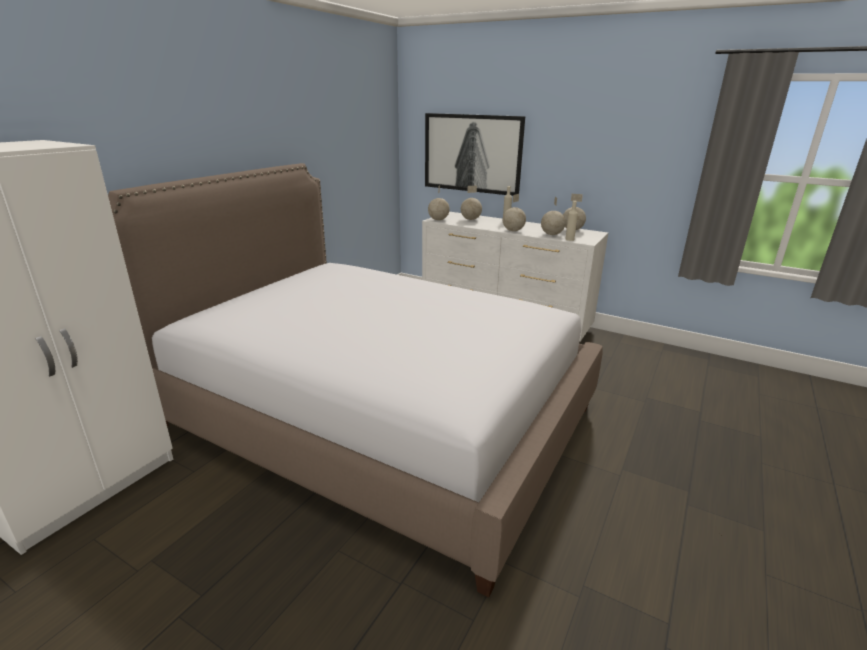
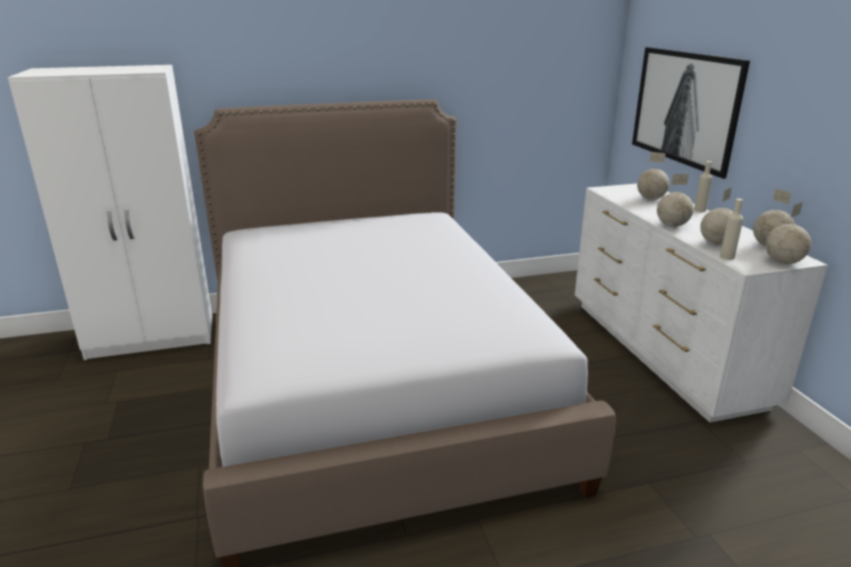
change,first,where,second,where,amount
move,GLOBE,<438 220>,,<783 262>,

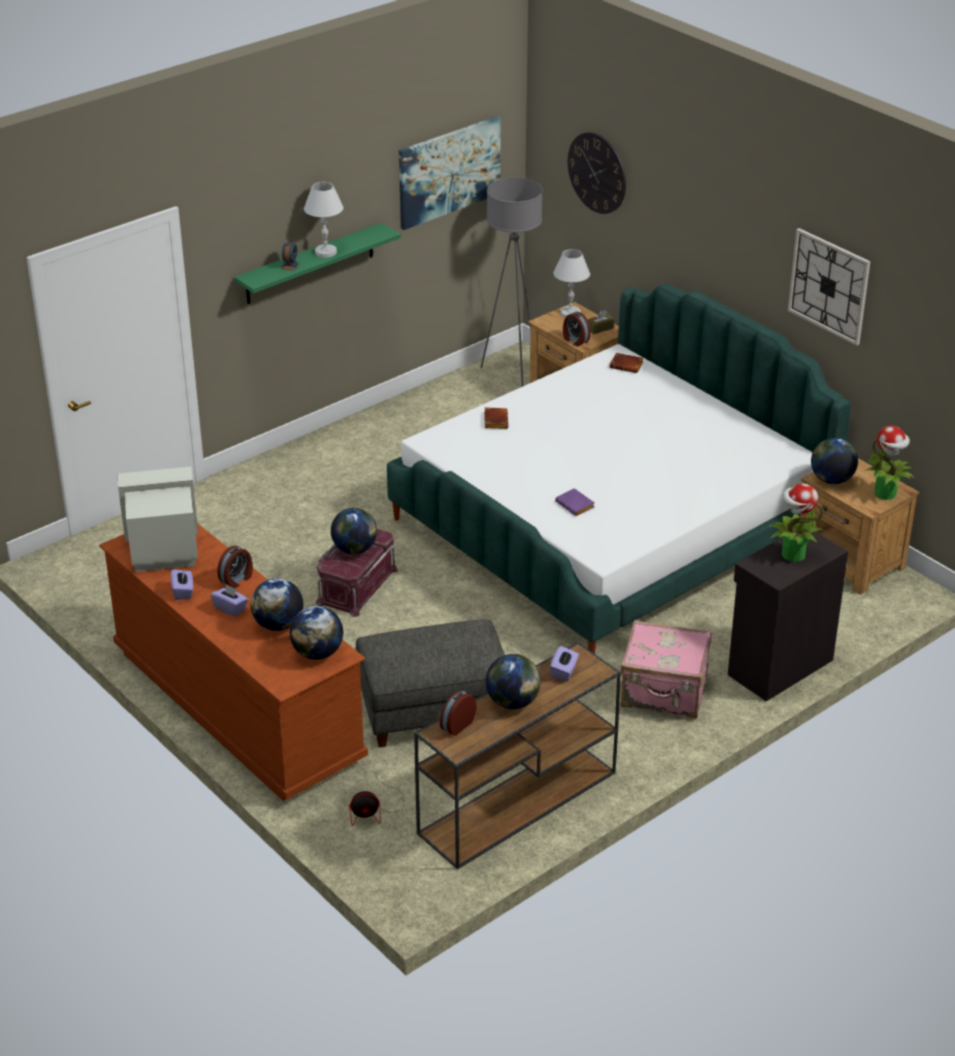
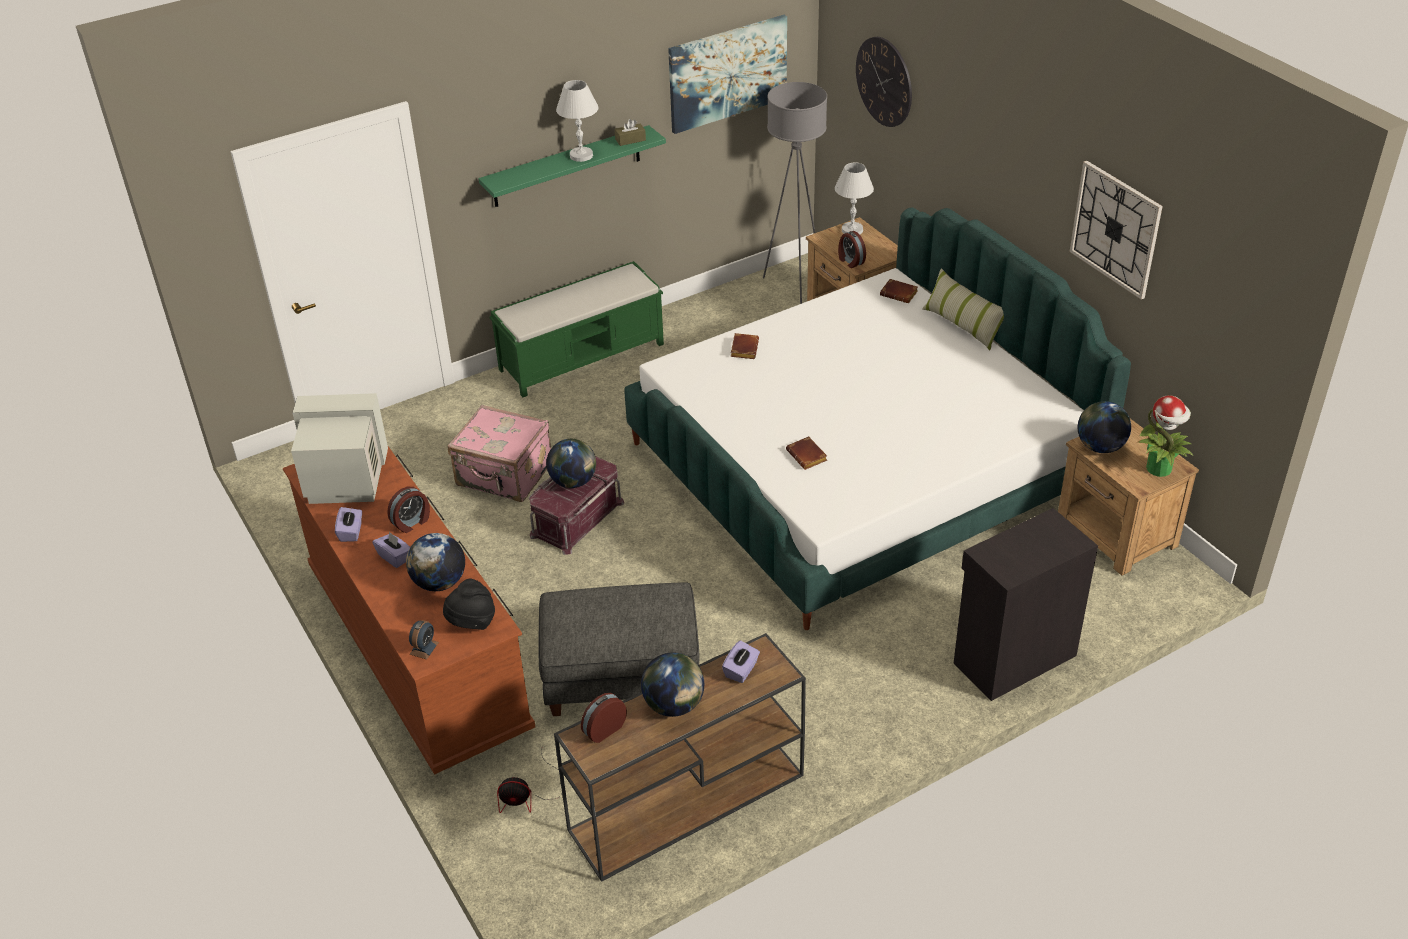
change,first,where,second,where,amount
move,ALARM CLOCK,<290 265>,,<424 648>,
replace,GLOBE,<318 653>,BLACK HAT,<472 622>,
recolor,PURPLE BOOK,<576 505>,BROWN BOOK,<808 456>,
move,BROWN TISSUE BOX,<600 328>,,<630 140>,
move,PINK SUITCASE,<664 693>,,<504 476>,
delete,POTTED PLANT,<792 554>,,,
insert,,,GREEN BENCH,<583 356>,
insert,,,PILLOW,<962 325>,

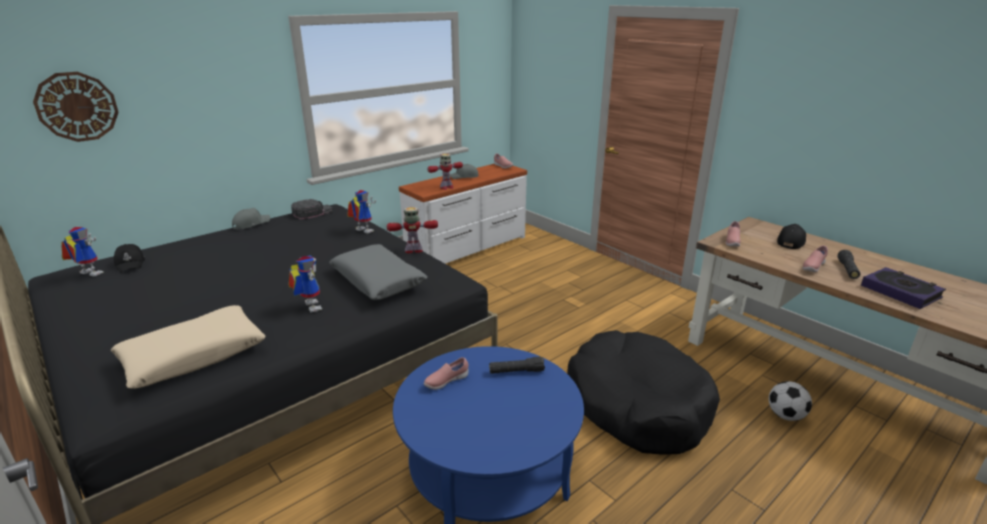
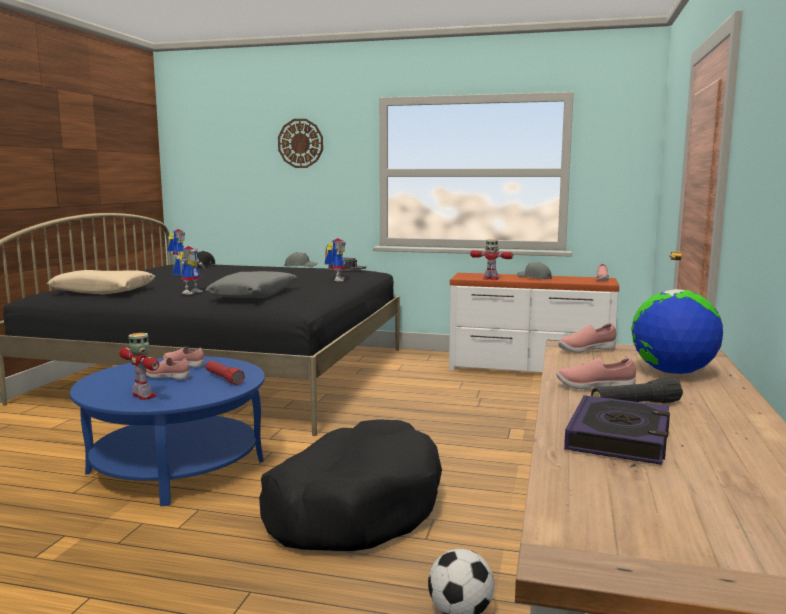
change,first,where,second,where,amount
move,WALL CLOCK,<77 107>,,<300 143>,
move,TOY ROBOT,<414 250>,,<143 396>,
recolor,BLACK FLASHLIGHT,<516 371>,RED FLASHLIGHT,<224 379>,
replace,BLACK CAP,<790 242>,GLOBE,<672 372>,
insert,,,PINK SHOE,<167 377>,

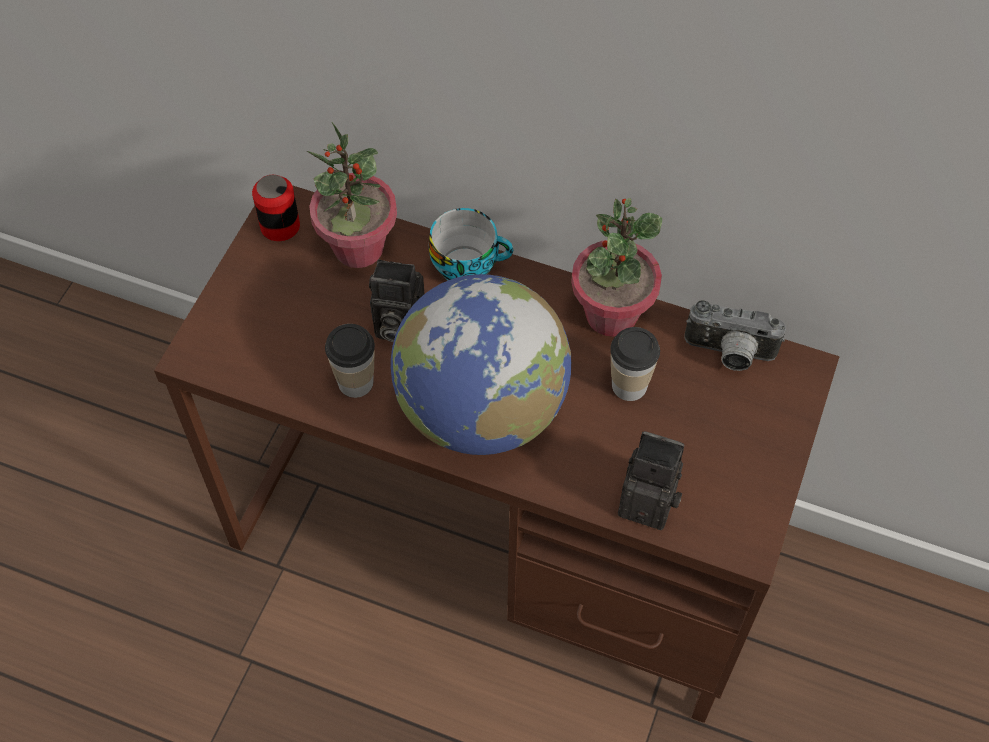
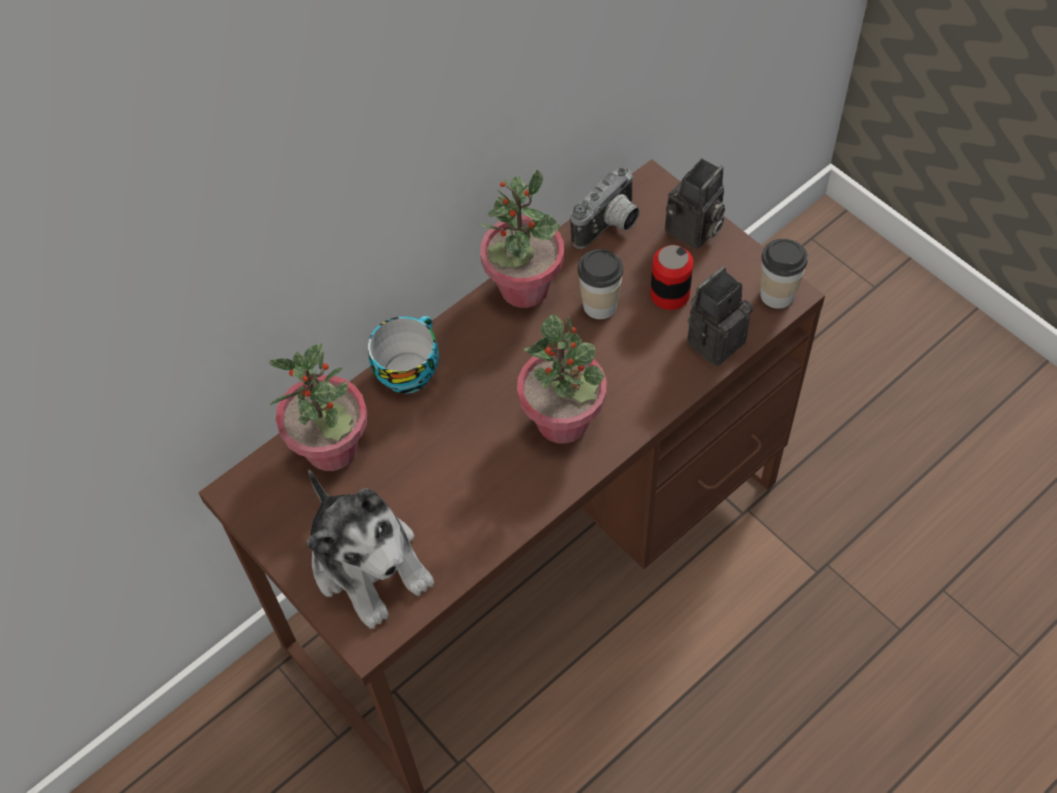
change,first,where,second,where,amount
move,CAN,<280 226>,,<670 295>,
move,CUP,<355 382>,,<777 295>,
move,PHOTO CAMERA,<396 326>,,<693 231>,
replace,GLOBE,<481 410>,POTTED PLANT,<563 421>,
insert,,,PLUSH TOY,<369 563>,

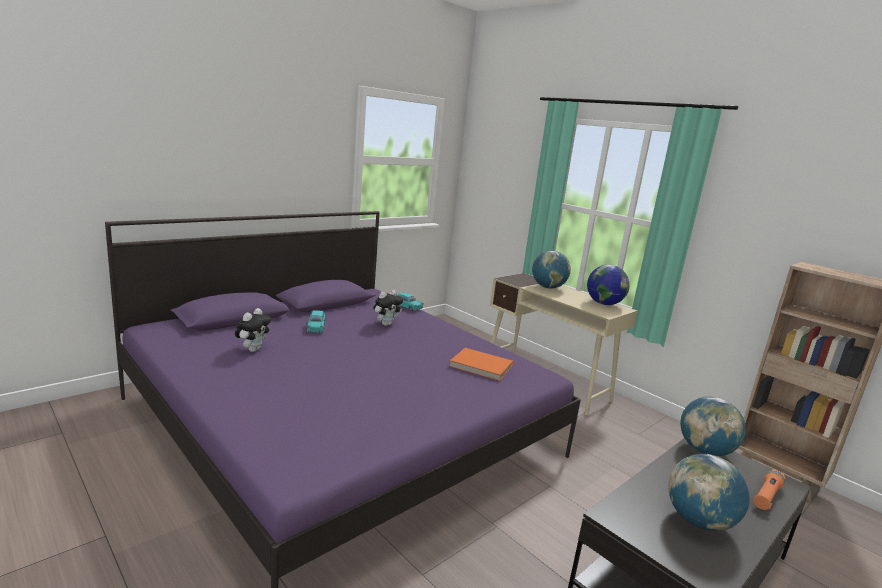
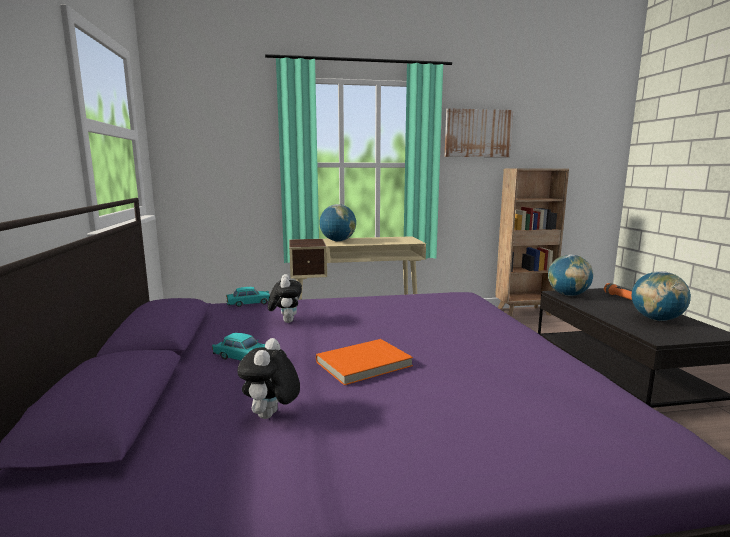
change,first,where,second,where,amount
rotate,PLUSH TOY,<253 349>,,<271 416>,135 degrees counterclockwise
move,ORANGE BOOK,<480 366>,,<364 364>,
delete,GLOBE,<604 304>,,,
insert,,,PICTURE,<478 133>,

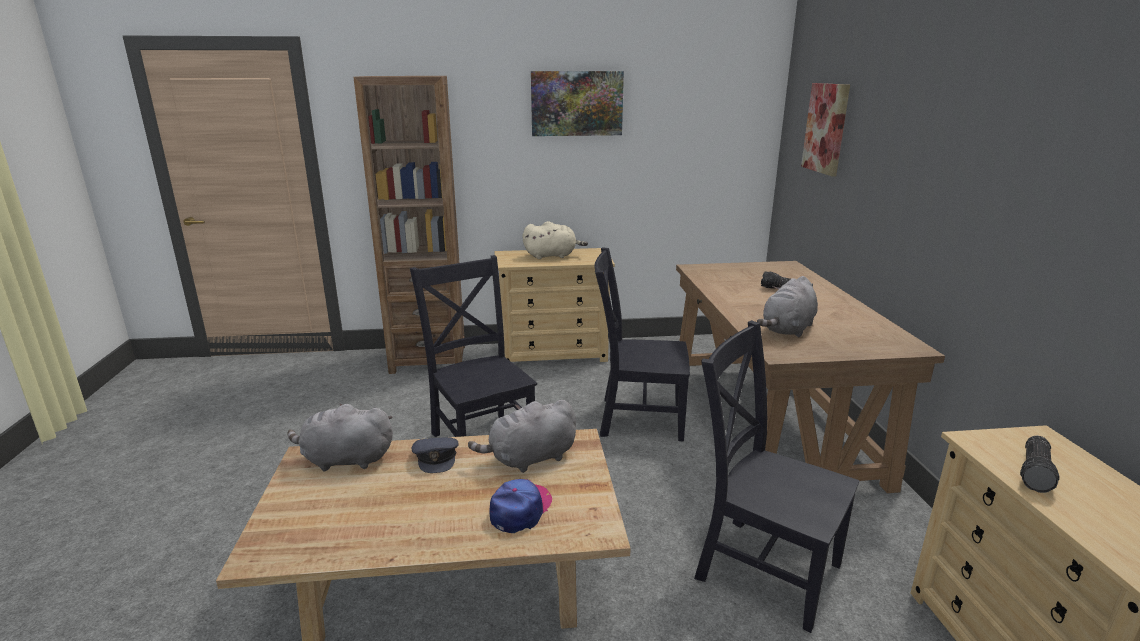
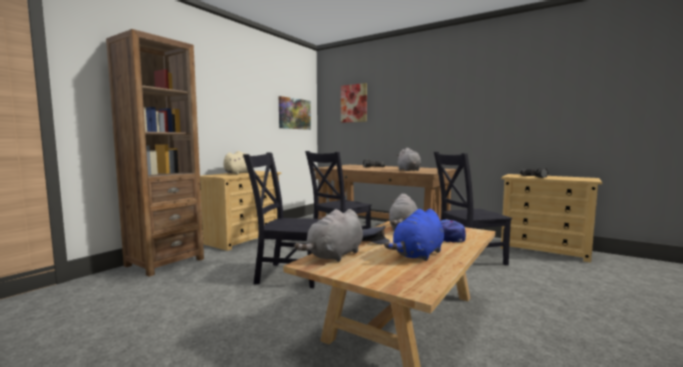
change,first,where,second,where,amount
move,PICTURE,<576 103>,,<294 113>,
insert,,,BLUE PLUSH TOY,<418 255>,

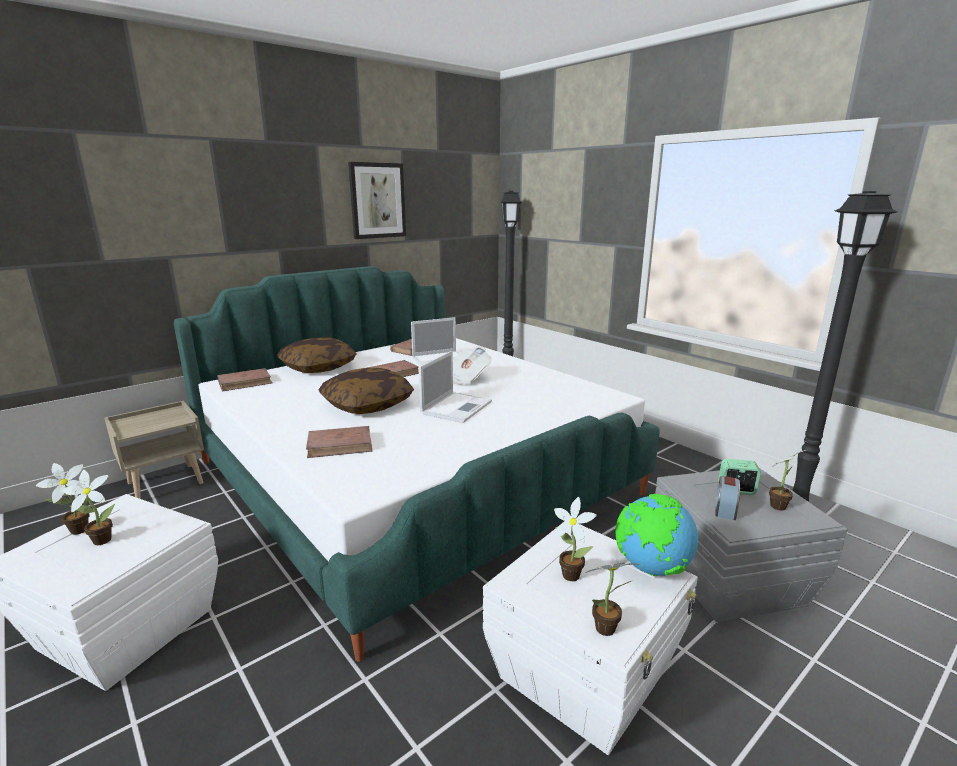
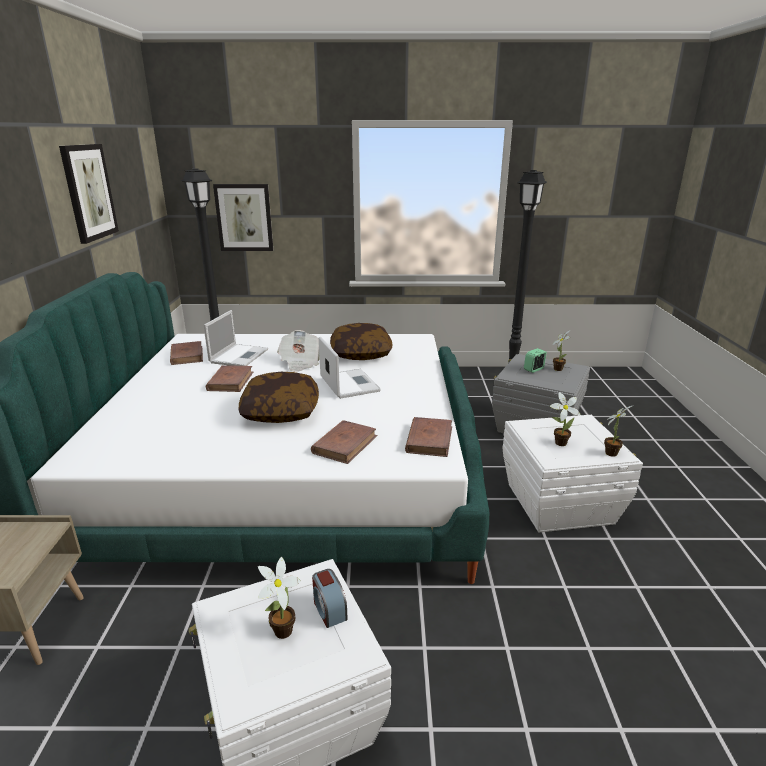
change,first,where,second,where,amount
delete,POTTED PLANT,<76 530>,,,
move,BROWN BOOK,<245 382>,,<429 439>,
move,PILLOW,<318 367>,,<361 353>,
delete,GLOBE,<651 568>,,,
move,ALARM CLOCK,<725 509>,,<329 609>,
insert,,,PICTURE,<244 217>,

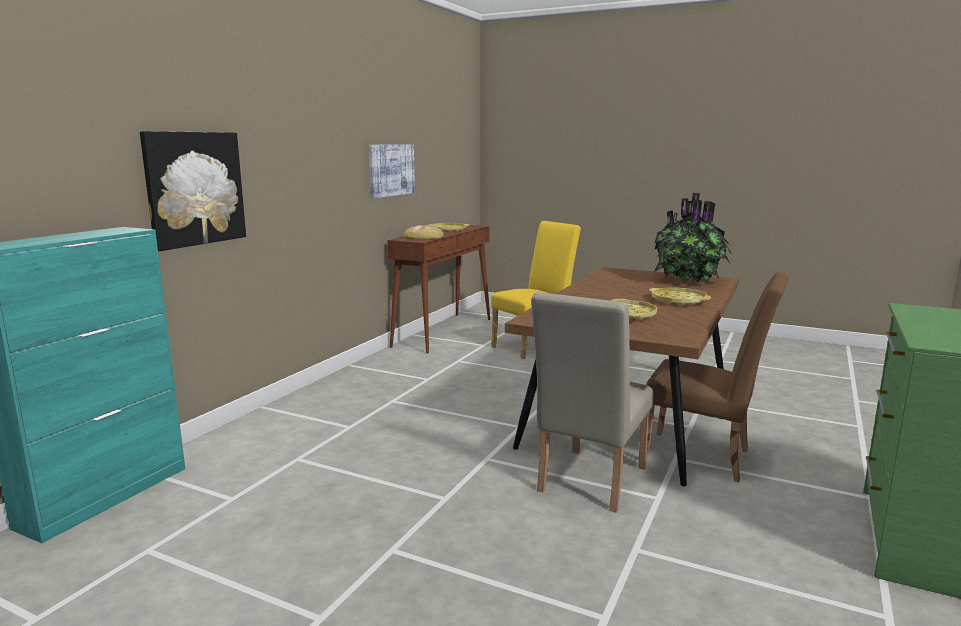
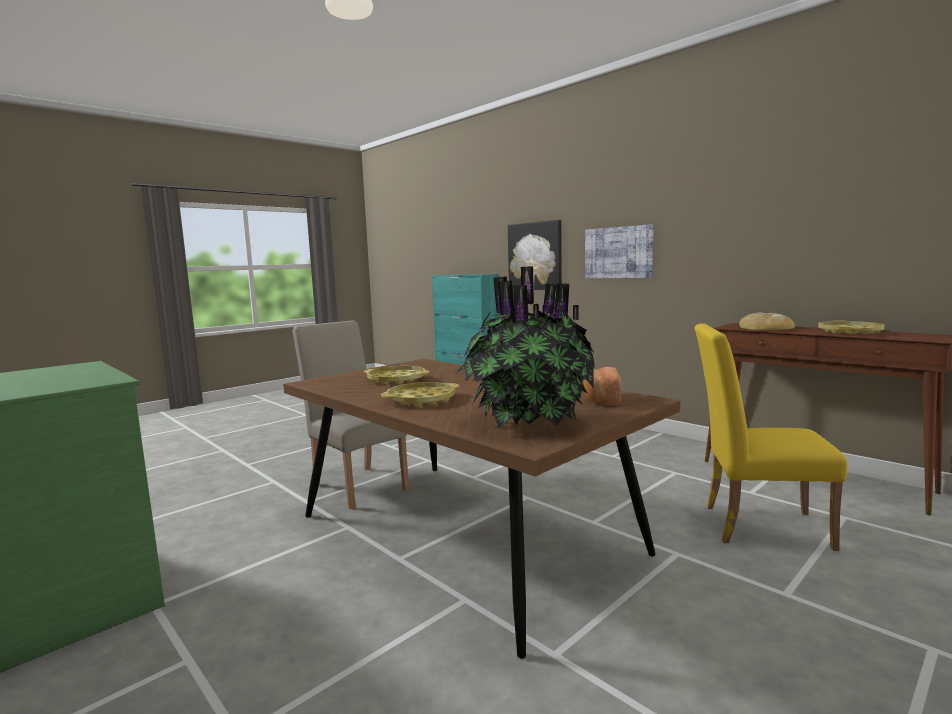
change,first,where,second,where,amount
move,PICTURE,<391 170>,,<618 252>,
rotate,YELLOW CHAIR,<534 346>,,<755 525>,120 degrees clockwise
delete,BROWN CHAIR,<705 458>,,,
insert,,,BREAD,<601 399>,

